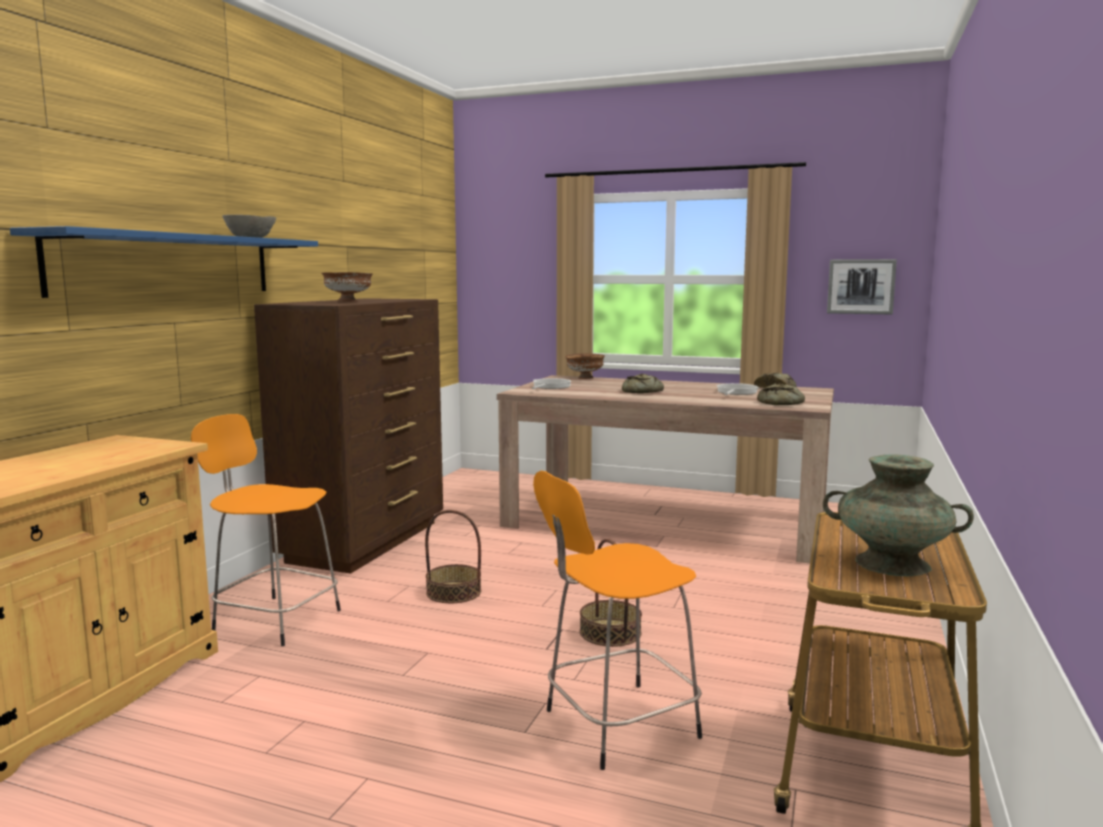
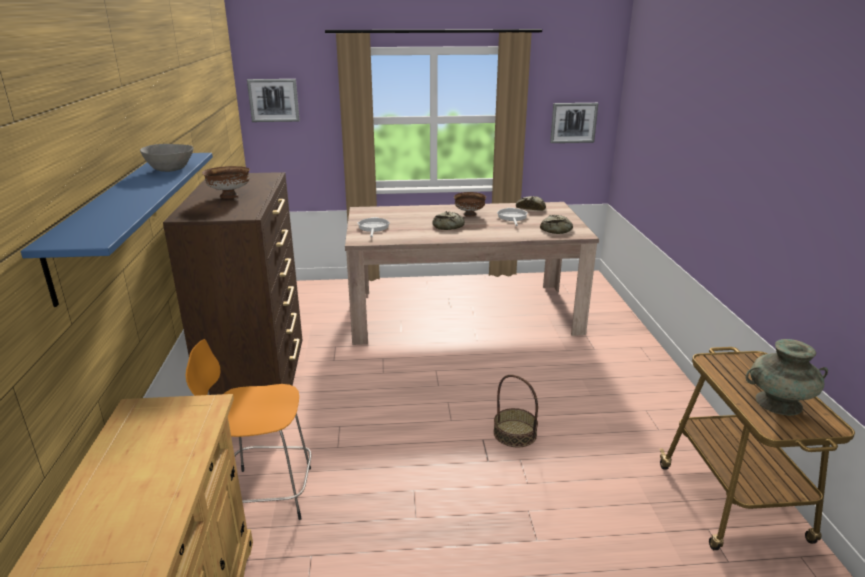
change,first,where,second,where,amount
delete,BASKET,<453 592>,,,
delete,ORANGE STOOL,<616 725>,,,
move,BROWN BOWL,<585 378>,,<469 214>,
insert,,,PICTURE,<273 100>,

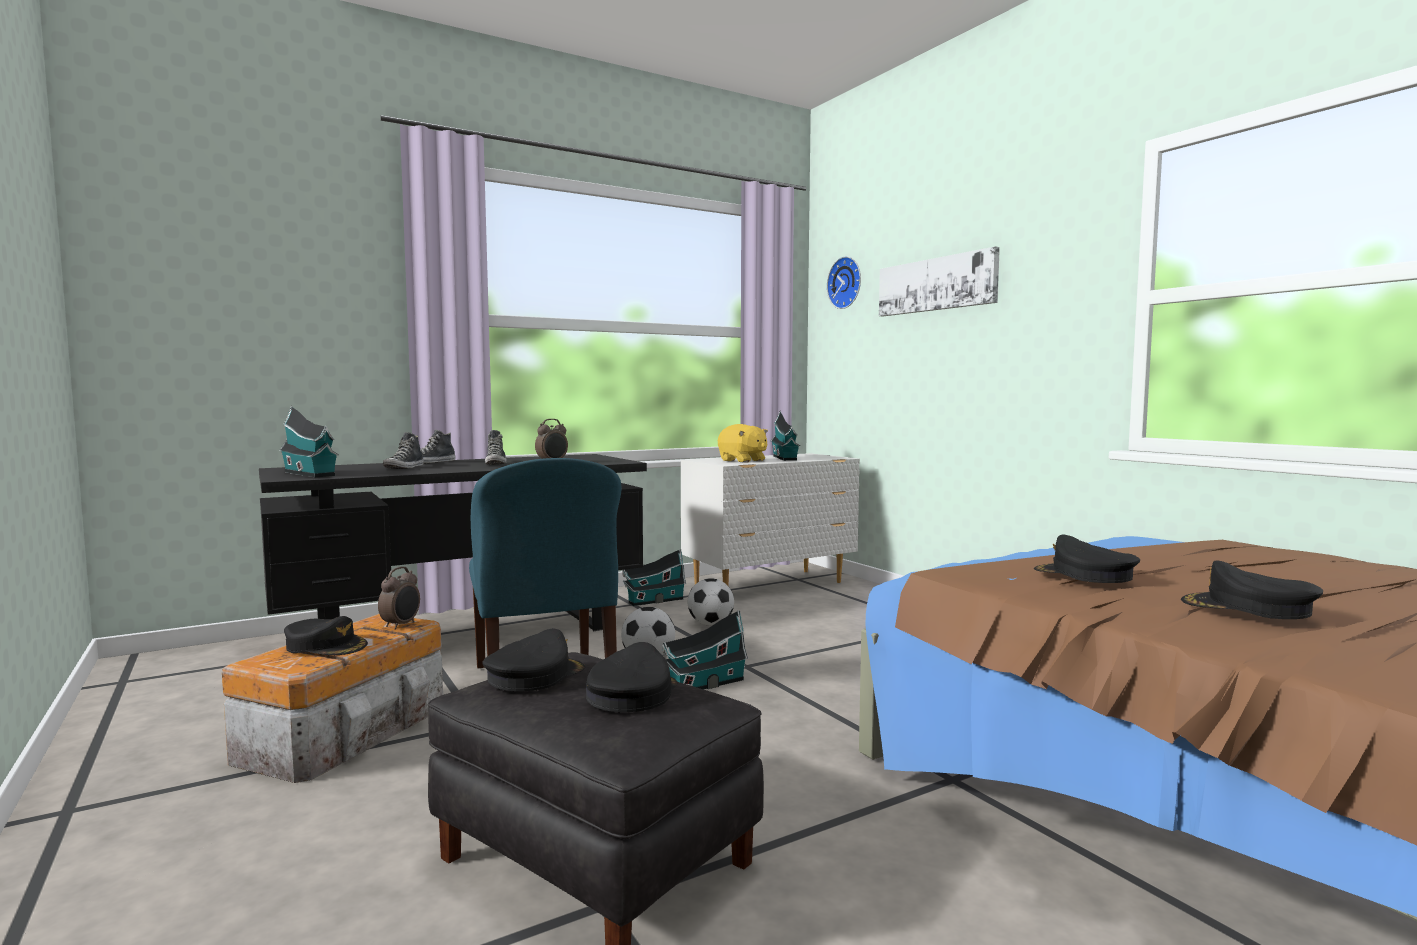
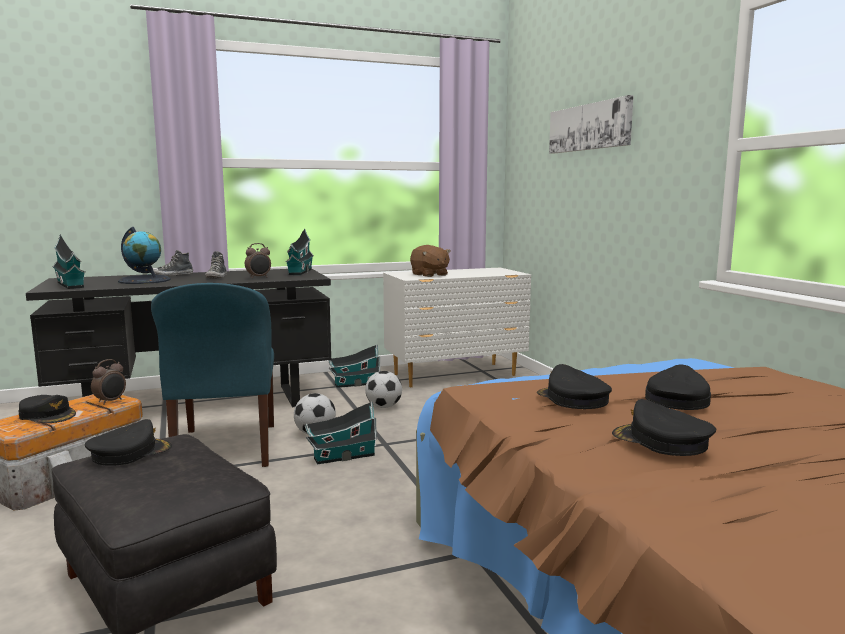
change,first,where,second,where,amount
replace,SHOE,<404 468>,GLOBE,<145 280>,
move,BLACK CAP,<631 693>,,<677 399>,
recolor,YELLOW PLUSH TOY,<742 460>,BROWN PLUSH TOY,<429 275>,
move,TOY HOUSE,<785 458>,,<300 272>,
delete,WALL CLOCK,<846 283>,,,

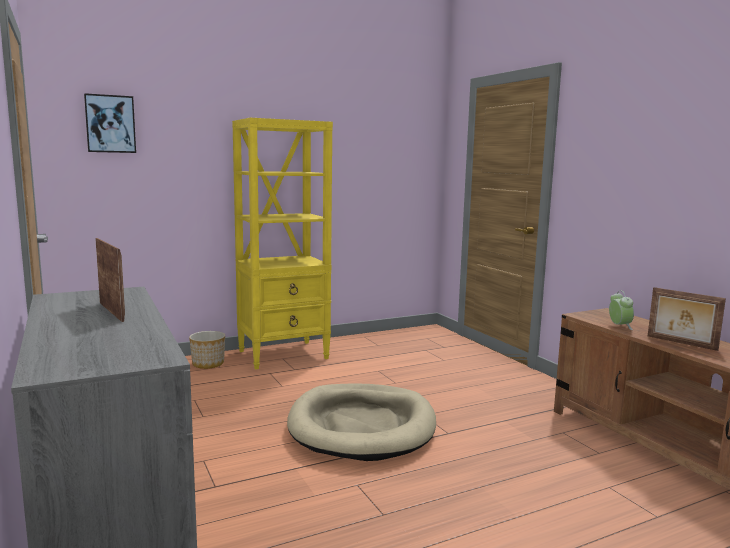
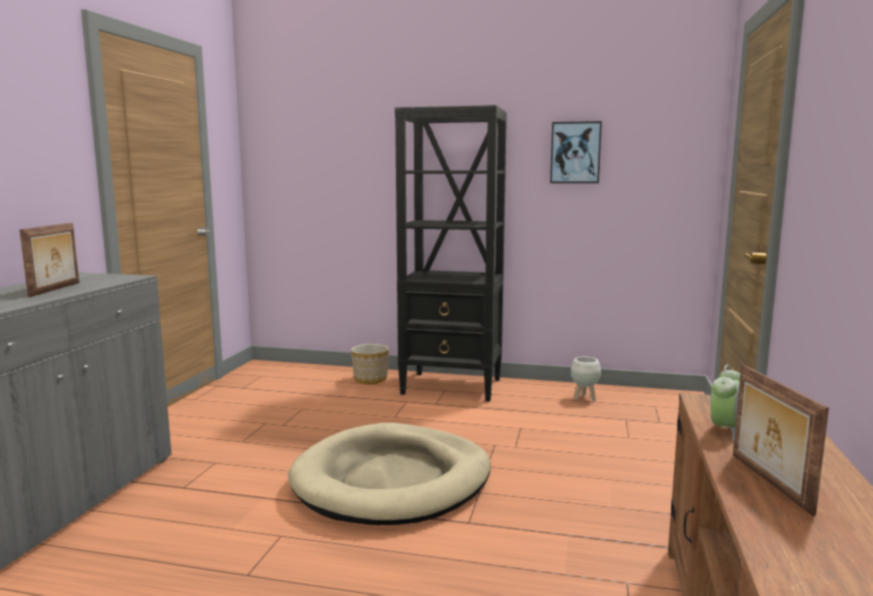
change,first,where,second,where,amount
move,PICTURE,<110 124>,,<575 152>,
recolor,YELLOW BOOKCASE,<284 355>,BLACK BOOKCASE,<452 387>,
insert,,,WHITE PLANTER,<584 398>,

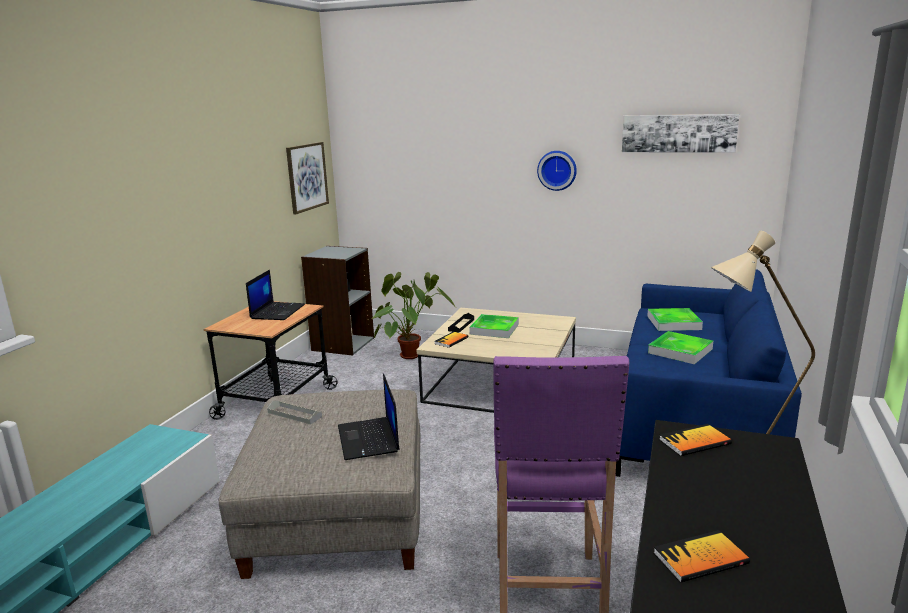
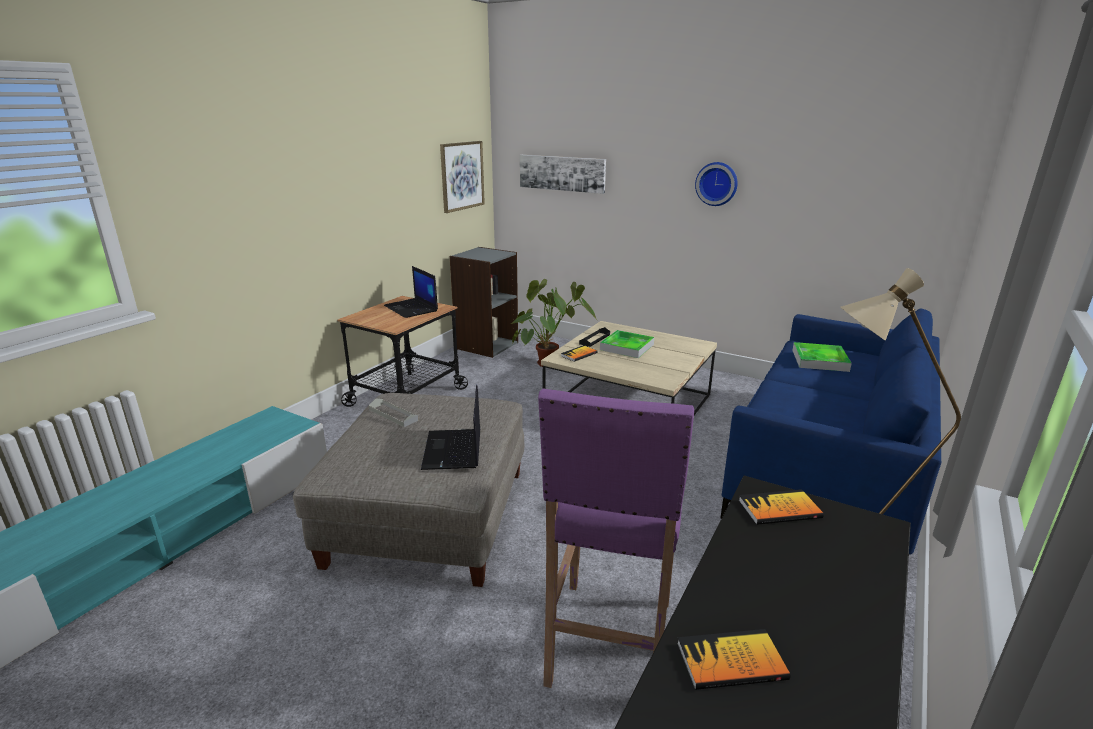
change,first,where,second,where,amount
rotate,LAPTOP,<277 311>,,<412 308>,120 degrees clockwise
move,PICTURE,<678 133>,,<562 173>,
delete,TRAY,<680 351>,,,

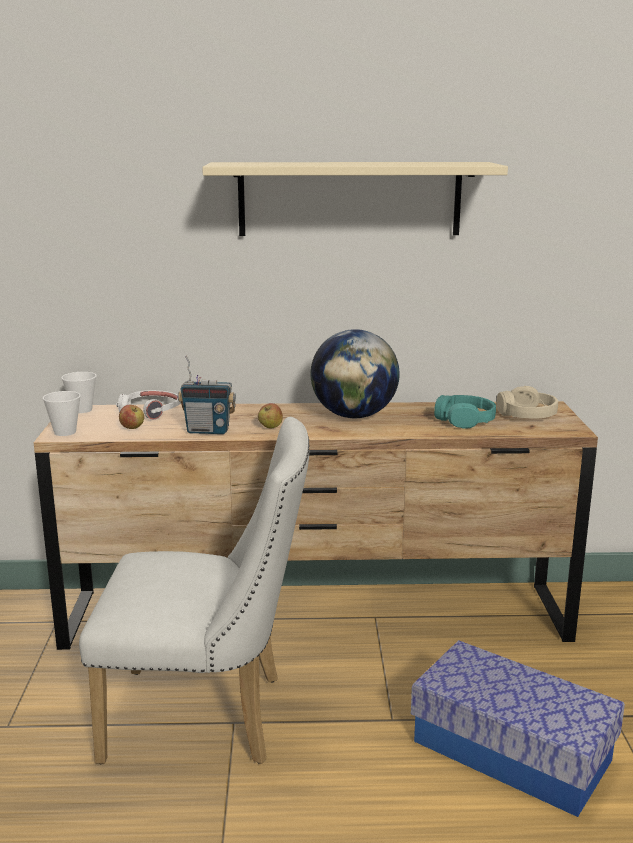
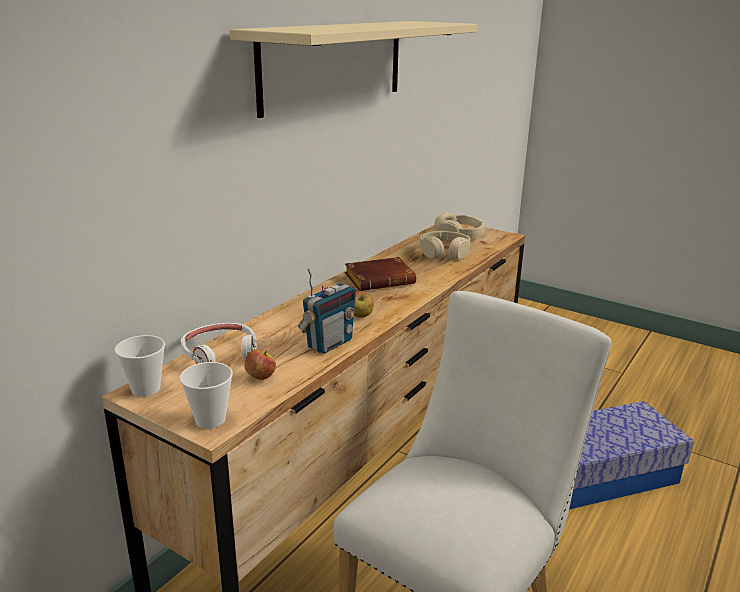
change,first,where,second,where,amount
replace,GLOBE,<354 416>,BROWN BOOK,<380 279>,
recolor,TURQUOISE HEADPHONES,<464 420>,BEIGE HEADPHONES,<444 253>,

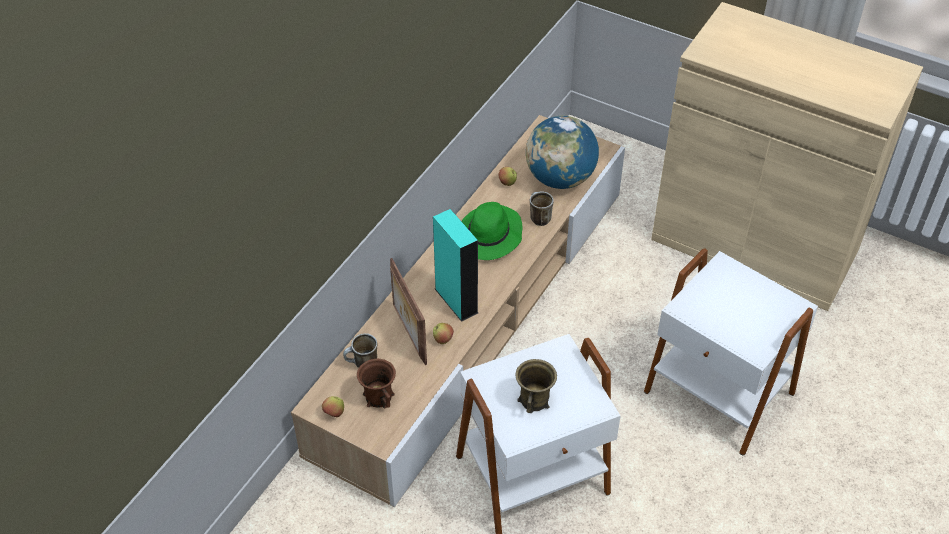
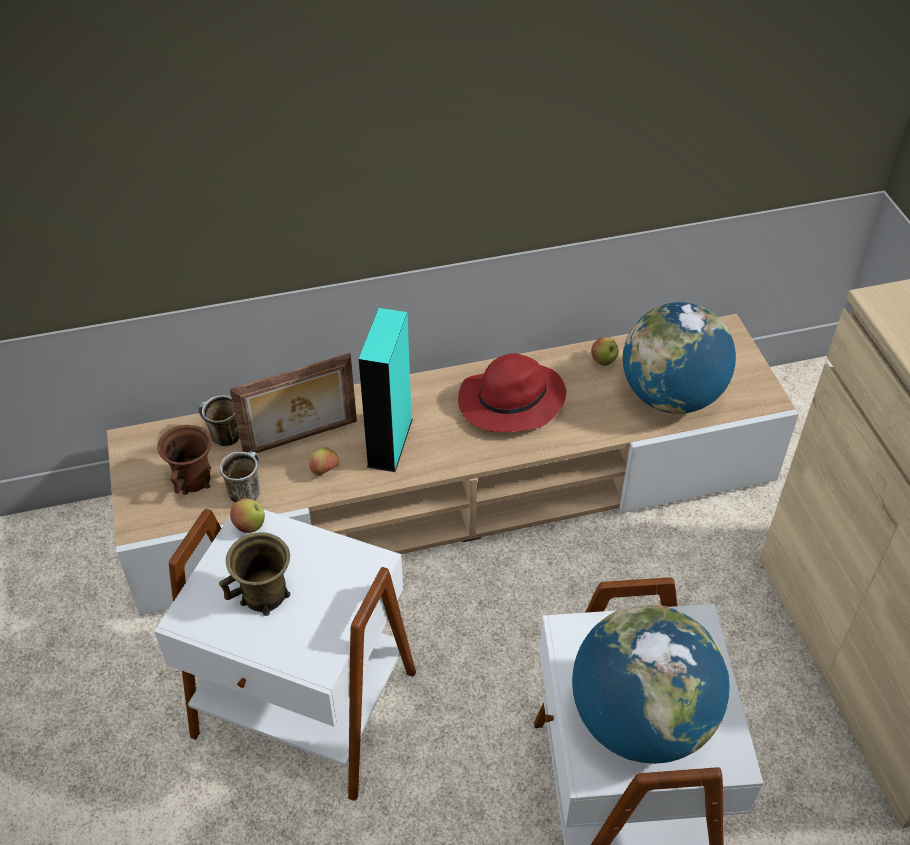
change,first,where,second,where,amount
move,APPLE,<334 413>,,<250 526>,
rotate,PICTURE FRAME,<408 334>,,<301 439>,135 degrees counterclockwise
recolor,GREEN HAT,<489 237>,RED HAT,<510 403>,
move,MUG,<538 218>,,<246 490>,
insert,,,GLOBE,<640 720>,

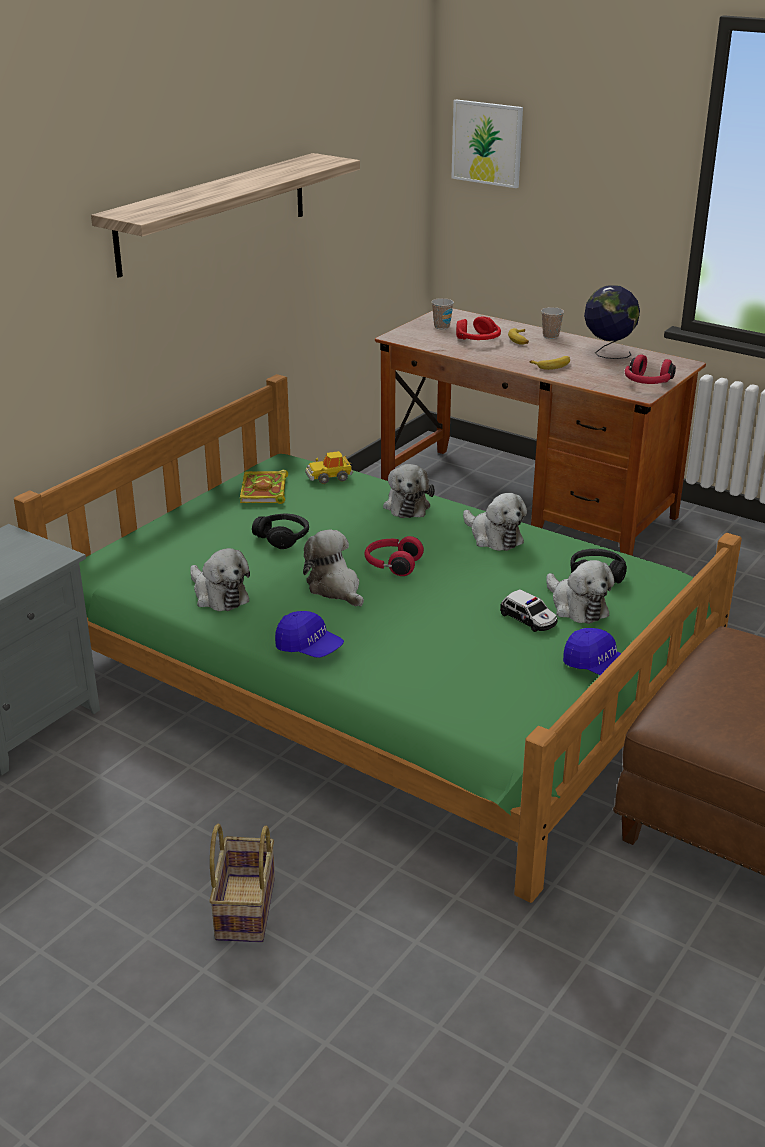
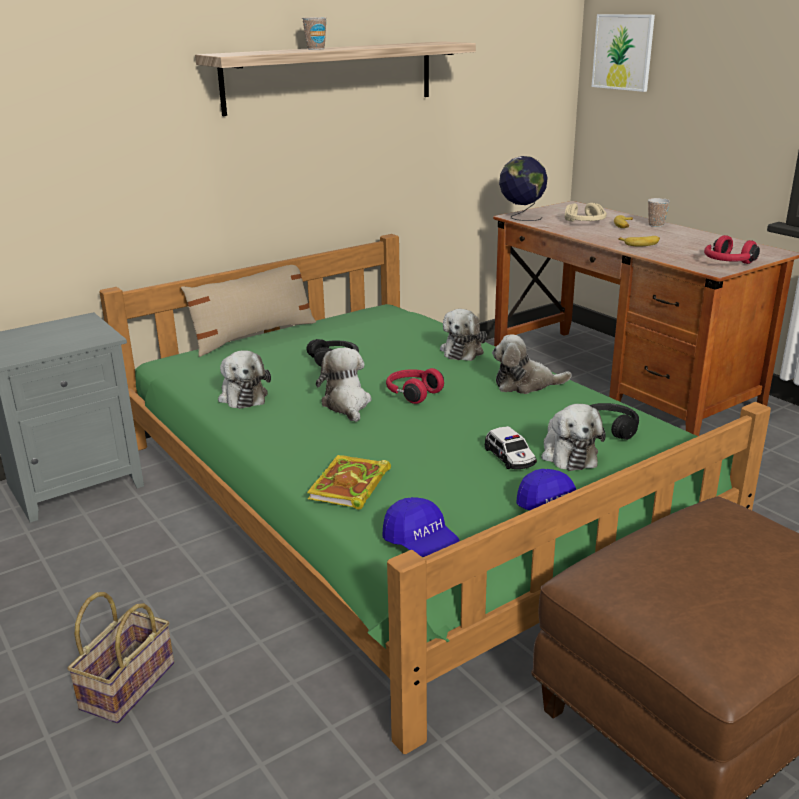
change,first,where,second,where,amount
move,BOOK,<264 491>,,<349 487>,
move,BLUE CAP,<309 648>,,<420 543>,
delete,TOY CAR,<329 477>,,,
move,CUP,<442 327>,,<316 49>,
recolor,RED HEADPHONES,<478 339>,BEIGE HEADPHONES,<585 222>,
rotate,PLUSH TOY,<493 537>,,<525 384>,105 degrees clockwise
move,GLOBE,<607 353>,,<521 217>,
insert,,,BEIGE PILLOW,<253 336>,

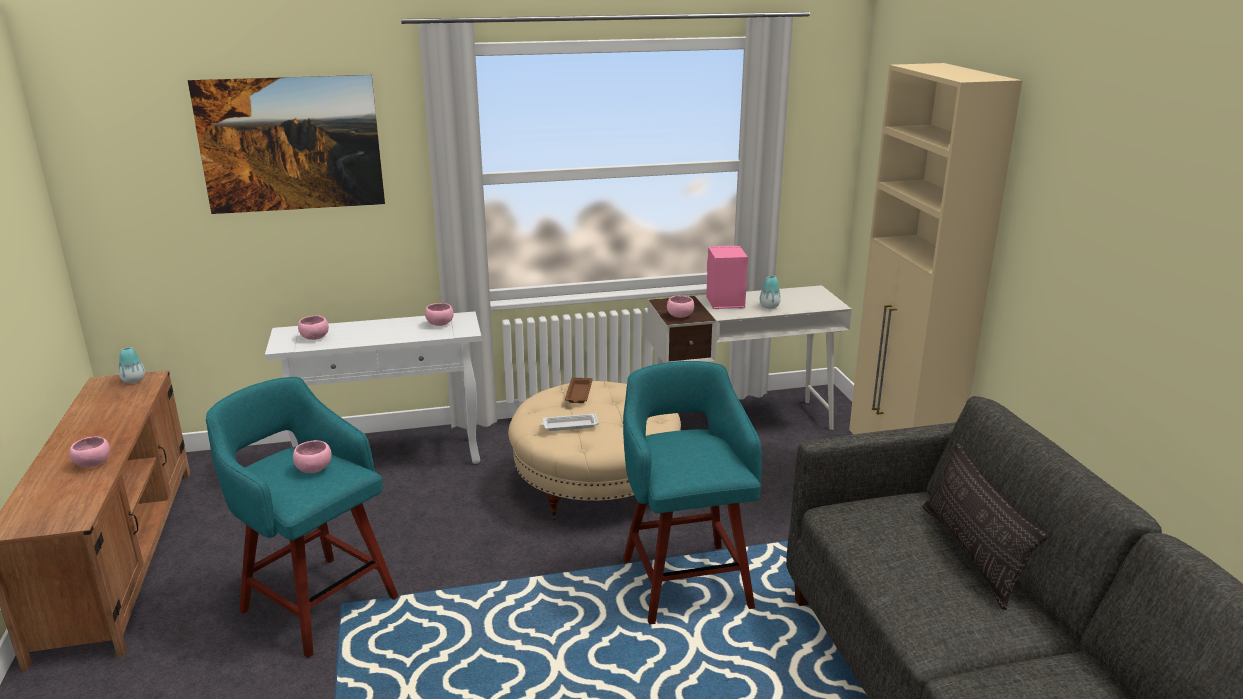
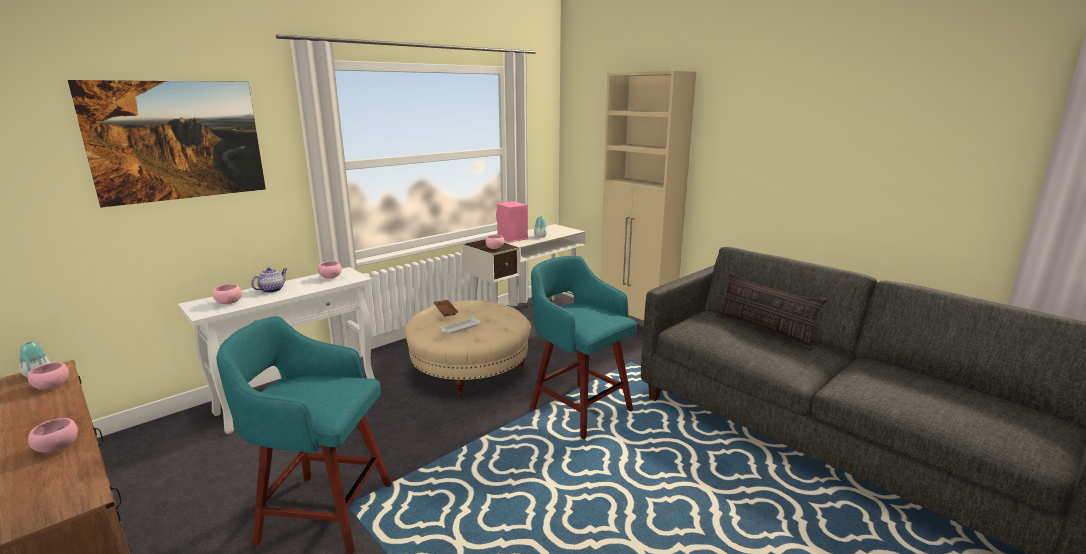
change,first,where,second,where,amount
move,PINK BOWL,<314 468>,,<52 386>,
insert,,,TEAPOT,<272 290>,

